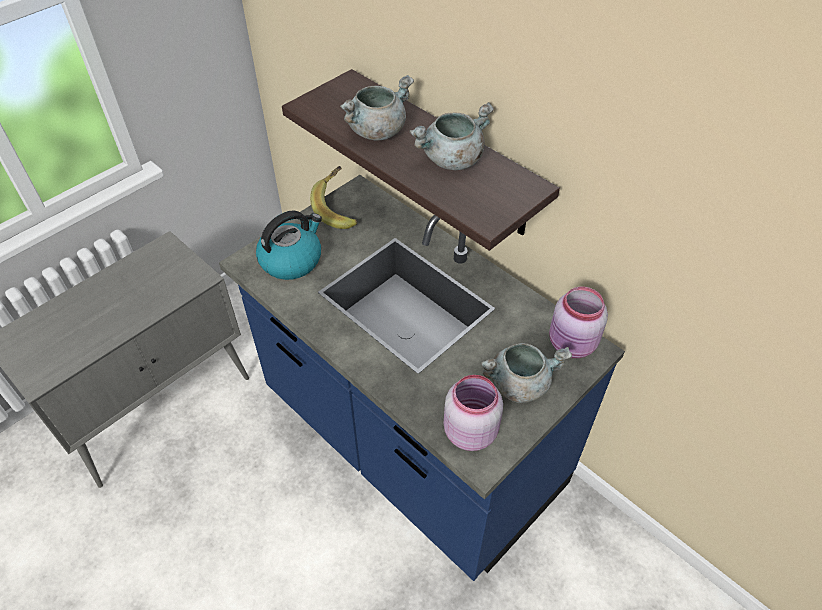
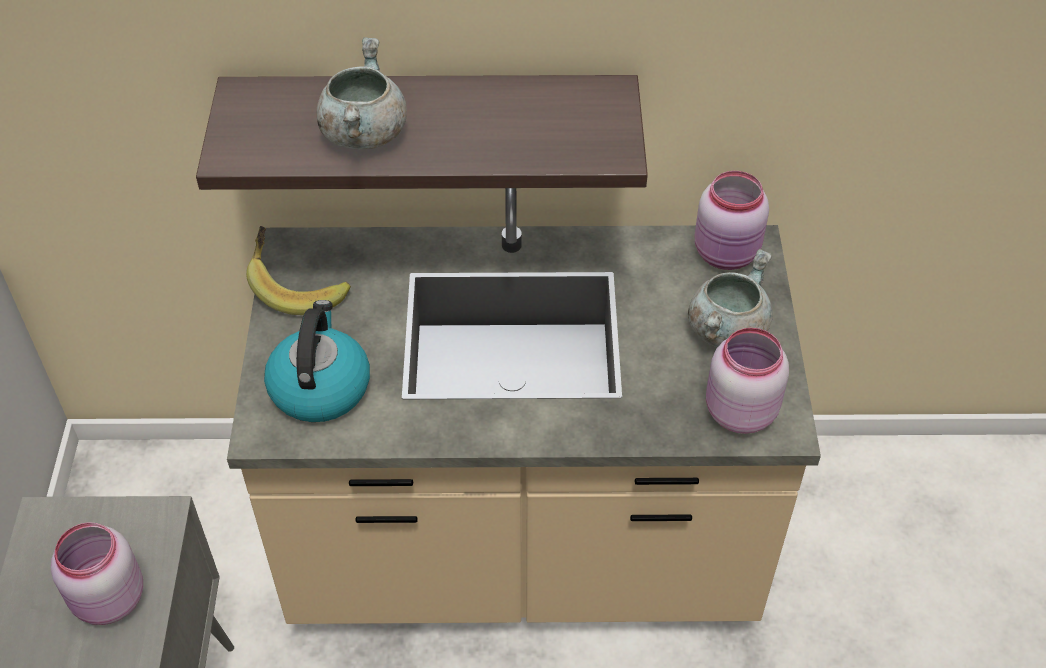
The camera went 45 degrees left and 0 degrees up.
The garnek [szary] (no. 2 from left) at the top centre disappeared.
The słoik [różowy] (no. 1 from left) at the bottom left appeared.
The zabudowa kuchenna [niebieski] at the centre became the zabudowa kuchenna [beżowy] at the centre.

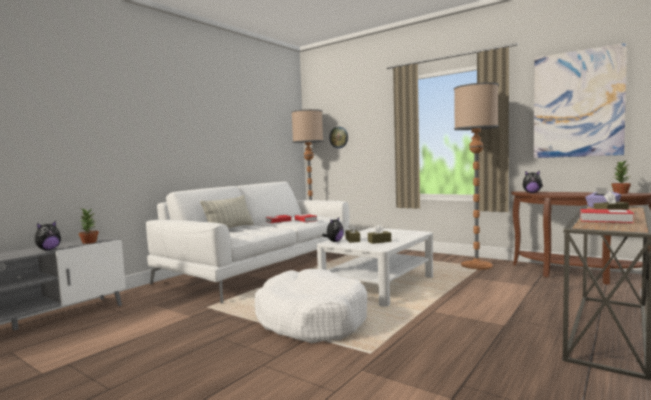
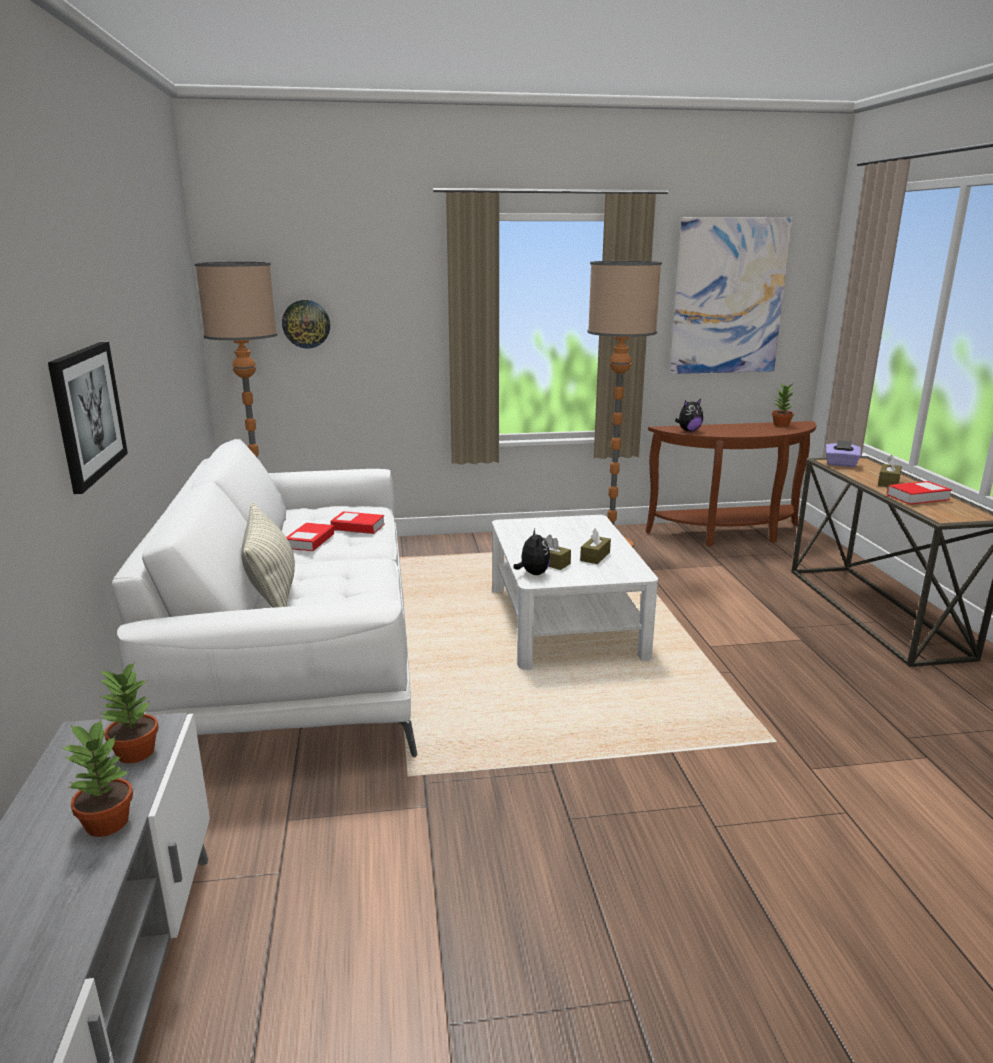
The camera went 45 degrees left and 15 degrees up.
The legowisko [biały] at the bottom centre disappeared.
The obraz (no. 1 from left) at the middle left appeared.
The pluszak (no. 1 from left) at the middle left was replaced by the roślina doniczkowa (no. 1 from left) at the bottom left.

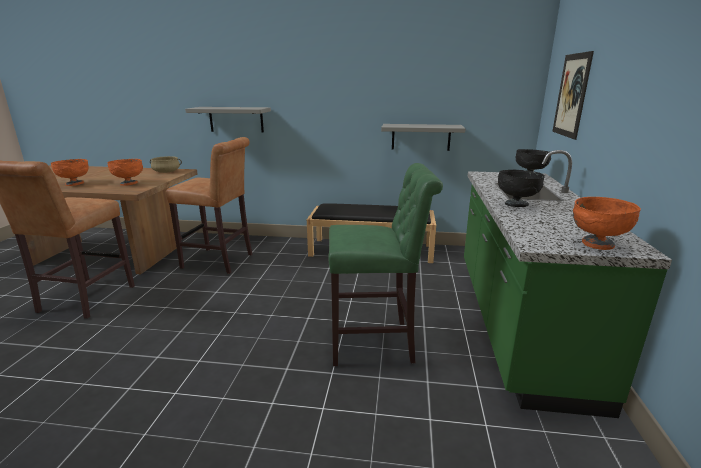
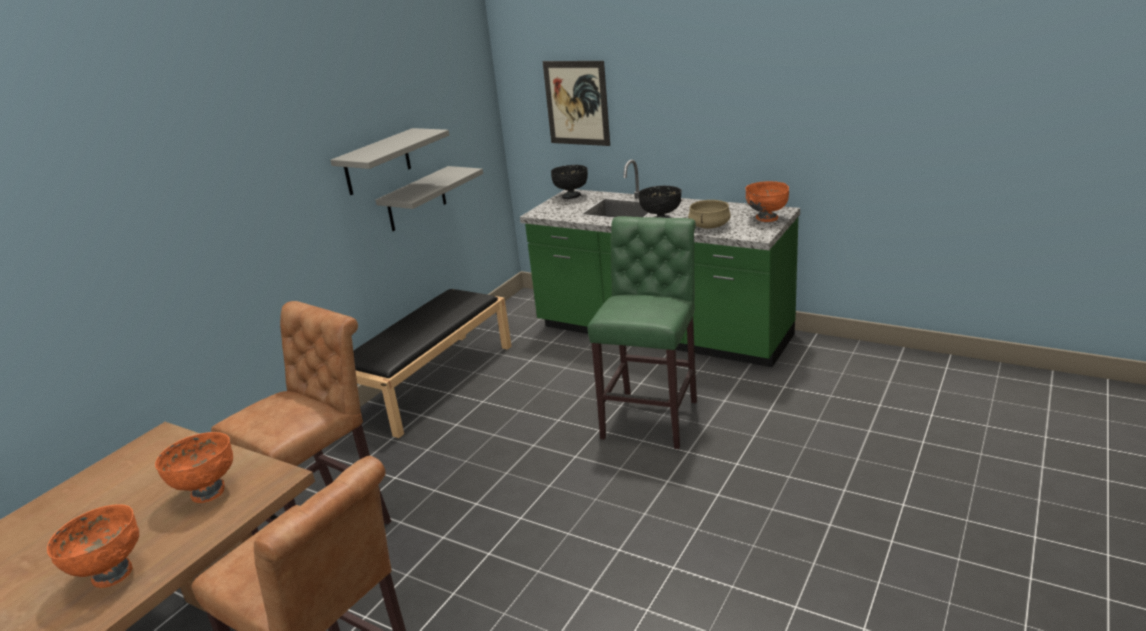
The camera went 65 degrees left and 5 degrees up.
The garnek [beżowy] moved from the middle left to the centre.
The półka [szary] (no. 1 from left) moved from the top left to the top centre.

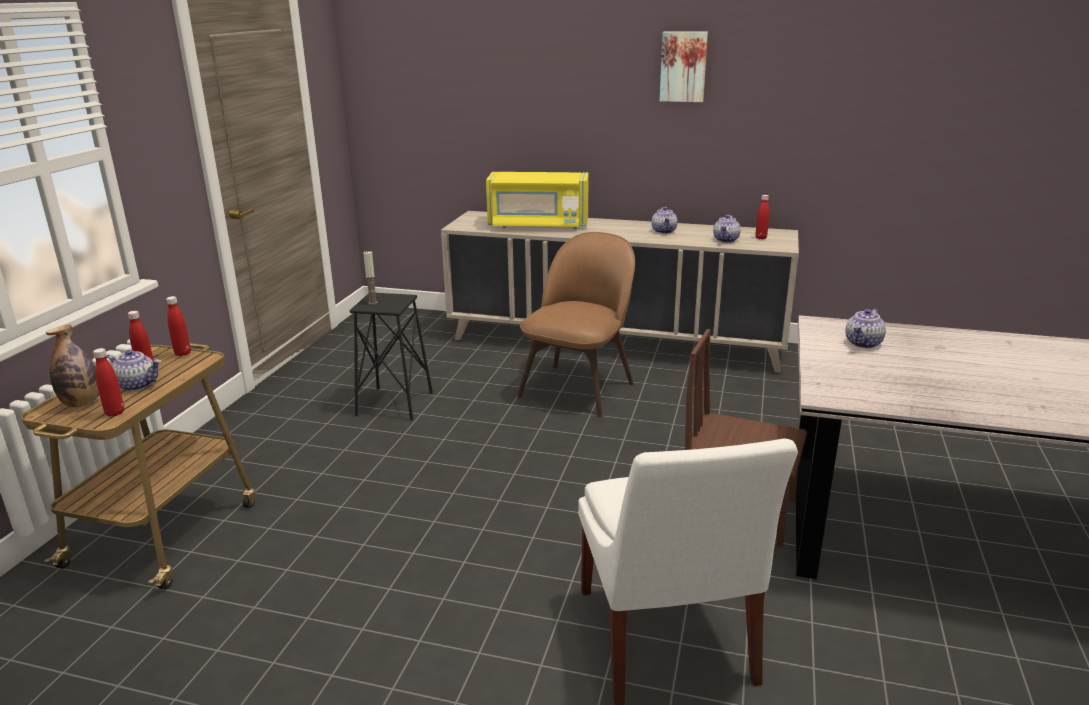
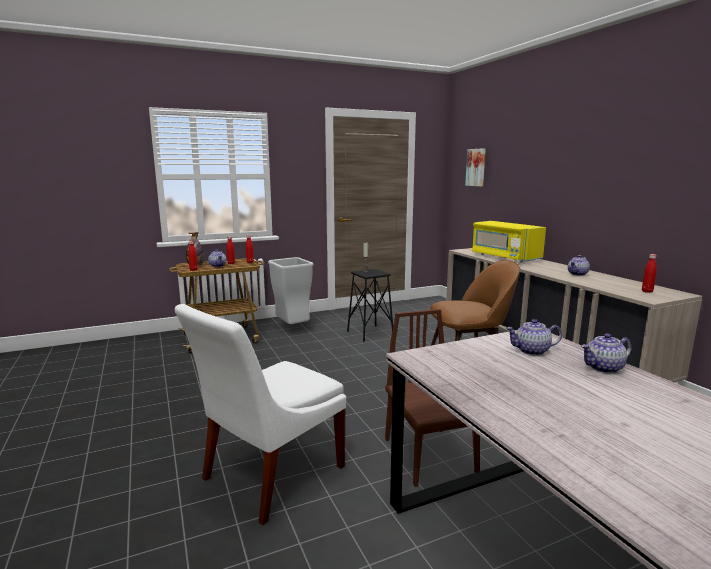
The camera went 50 degrees right and 10 degrees down.
The kosz na śmieci [szary] at the centre appeared.
The obraz moved from the top centre to the top right.
The imbryk (no. 3 from left in the first image) moved from the top right to the middle right.

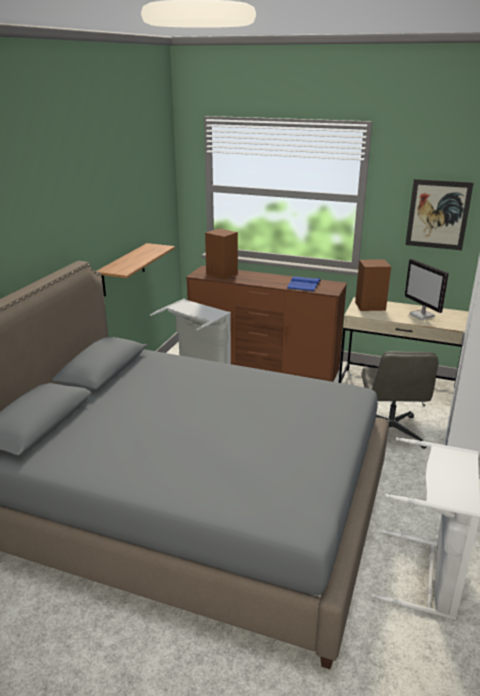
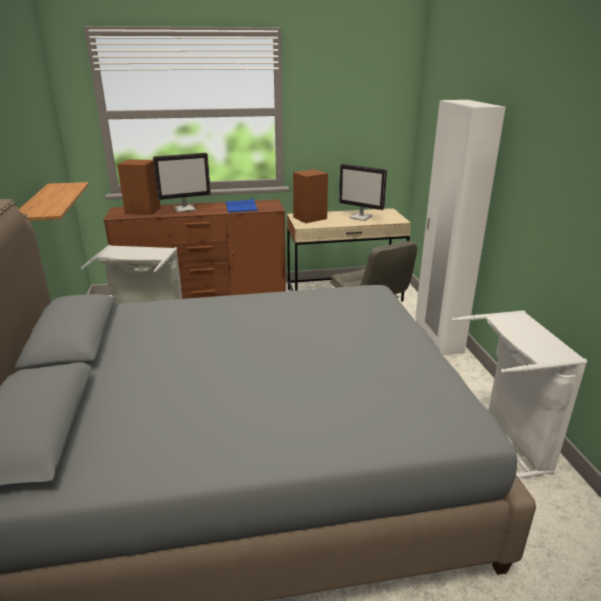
The camera went 30 degrees left and 0 degrees up.
The obraz at the top right disappeared.
The monitor (no. 1 from left) at the top left appeared.

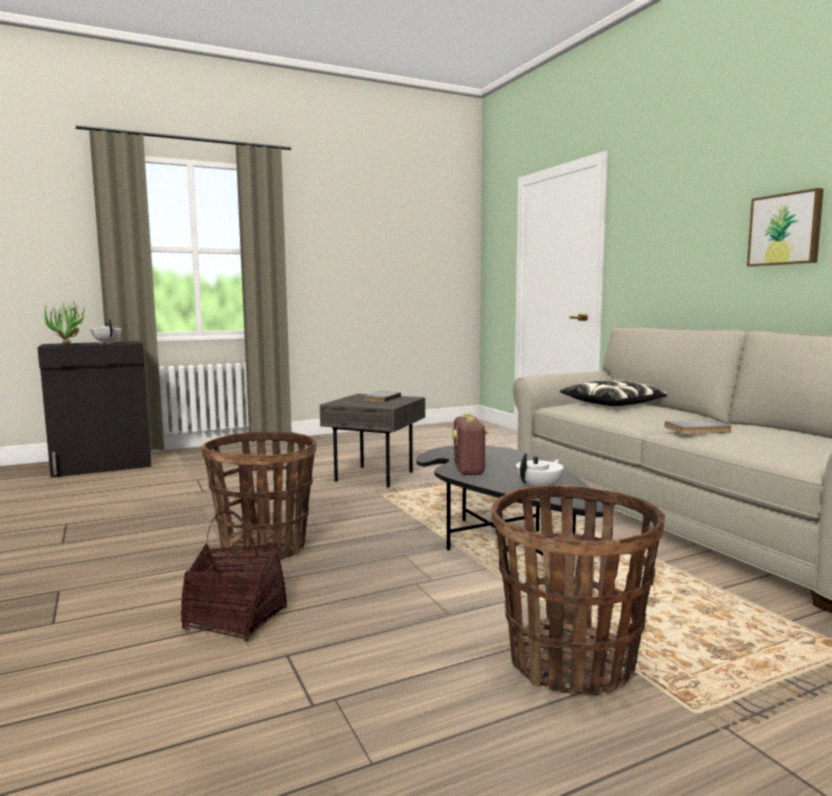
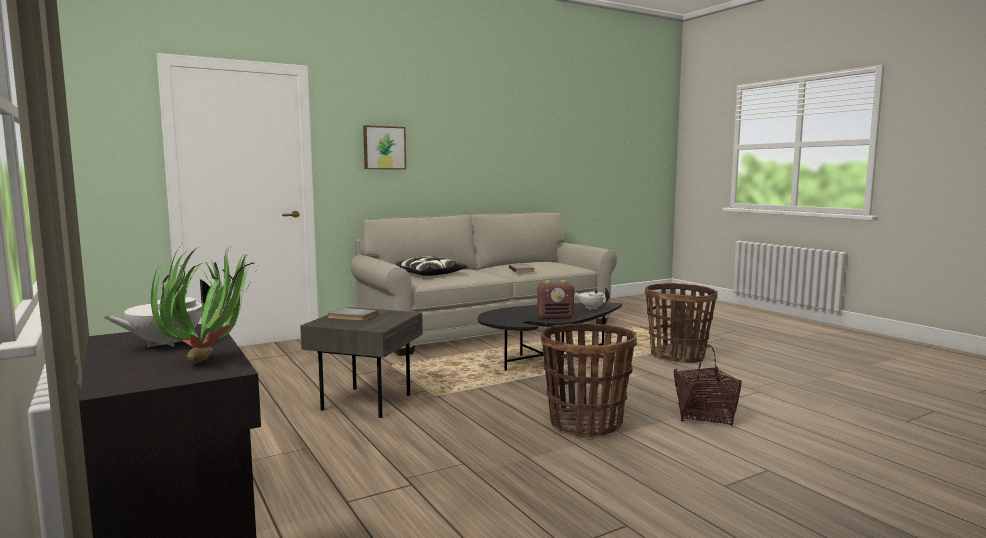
The camera went 95 degrees left and 0 degrees up.
The obraz moved from the top right to the top centre.

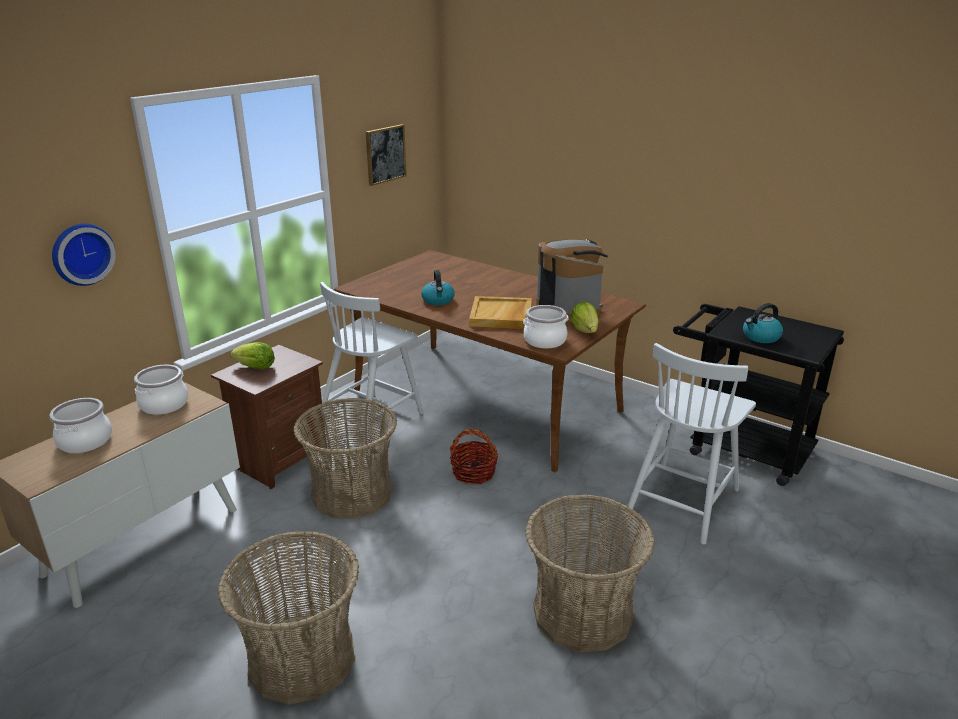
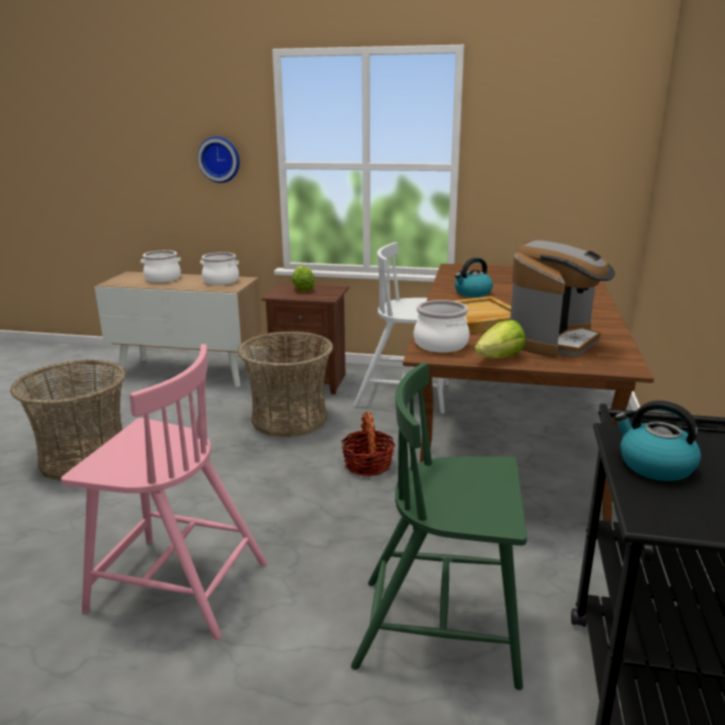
The camera went 65 degrees right and 5 degrees down.
The obraz at the top centre disappeared.
The koszyk (no. 4 from left) at the bottom centre was replaced by the krzesło [różowy] at the bottom left.
The krzesło [biały] (no. 2 from left) at the middle right became the krzesło [zielony] at the bottom centre.

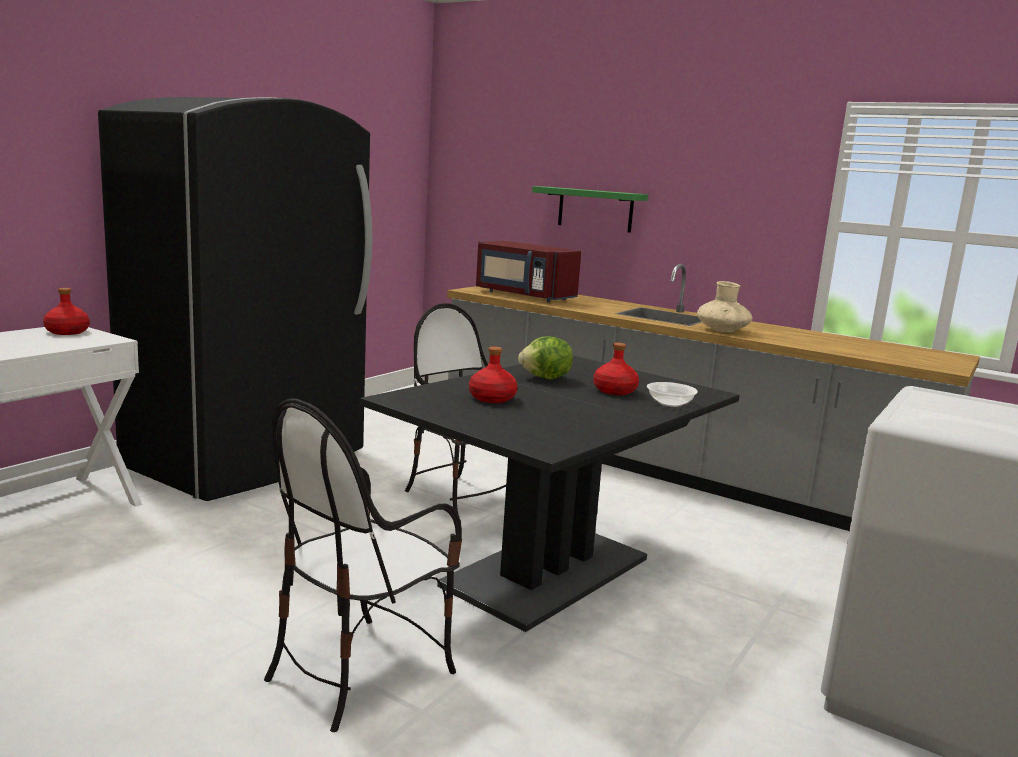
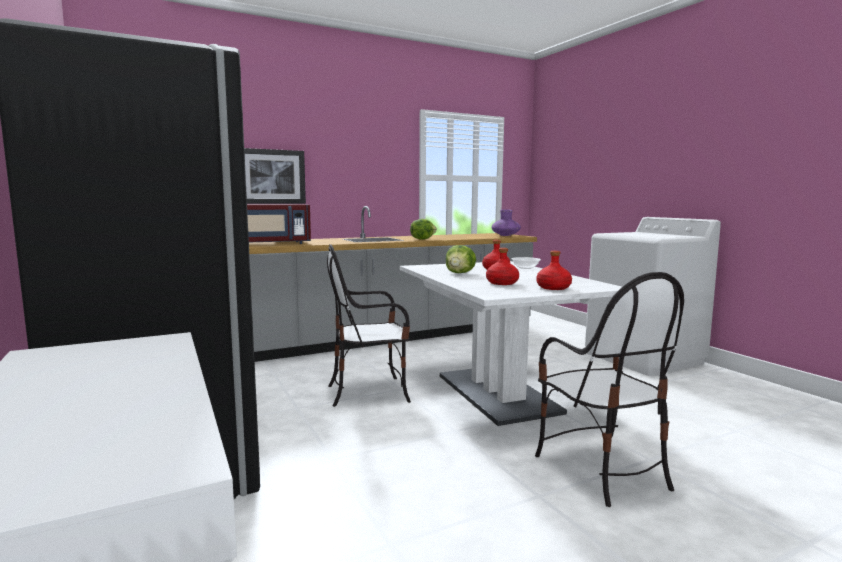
The camera went 60 degrees left and 5 degrees down.
The wazon [fioletowy] at the centre appeared.
The butelka [czerwony] (no. 1 from left in the first image) moved from the middle left to the centre.
The półka [zielony] at the top centre was replaced by the obraz at the top left.
The wazon [beżowy] at the middle right was replaced by the sałata (no. 1 from left) at the centre.
The stół jadalny [czarny] at the centre became the stół jadalny [biały] at the centre.

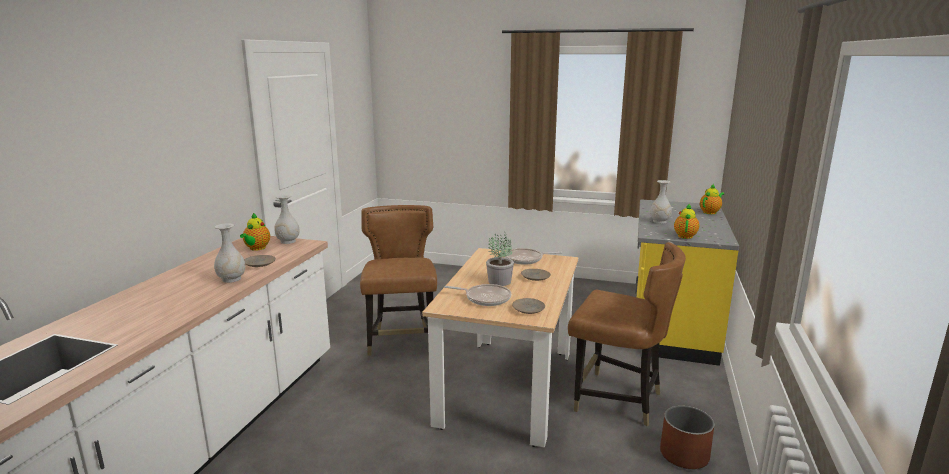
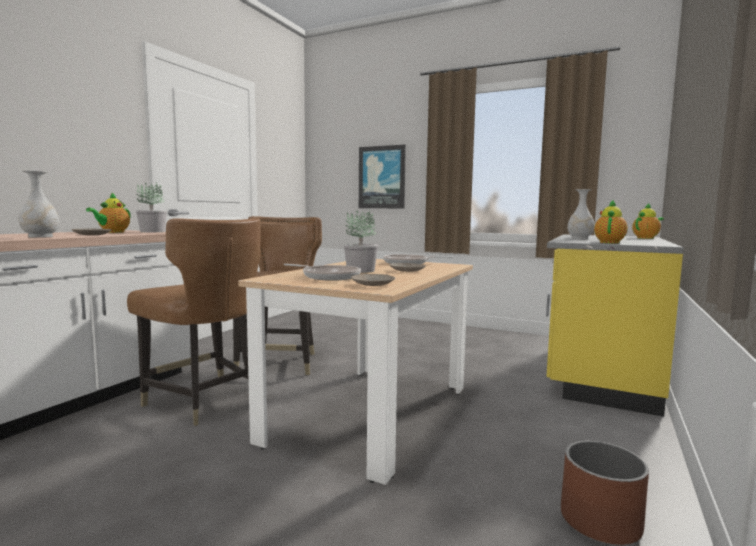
The camera went 10 degrees right and 10 degrees down.
The obraz at the top centre appeared.
The krzesło [brązowy] (no. 2 from left in the first image) moved from the bottom centre to the middle left.
The wazon [biały] (no. 2 from left) at the middle left was replaced by the roślina doniczkowa (no. 1 from left) at the middle left.

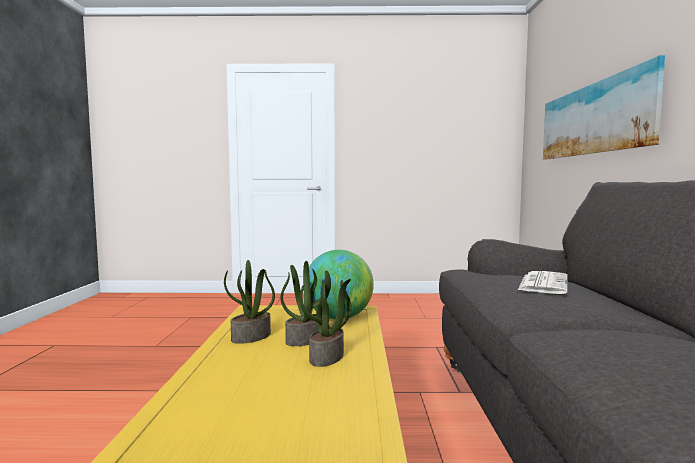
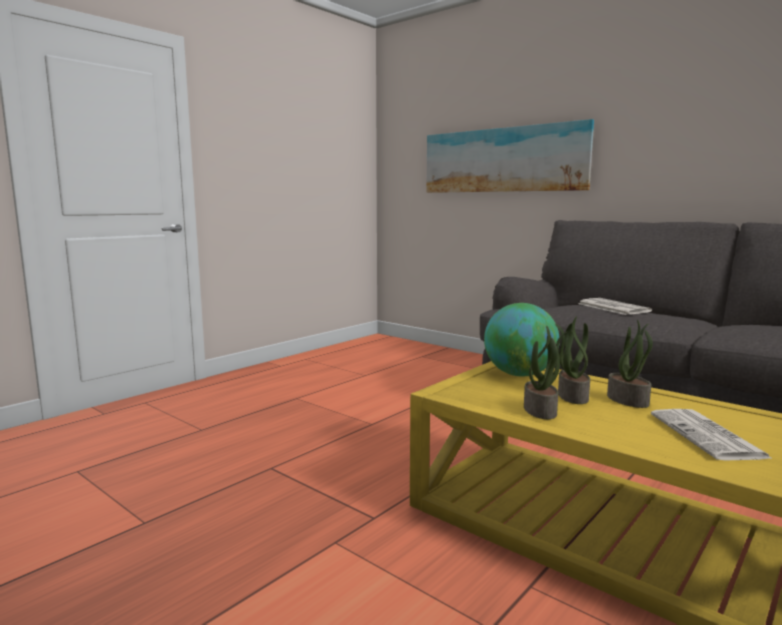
The camera went 50 degrees left and 5 degrees up.
The gazeta (no. 2 from left) at the bottom right appeared.

